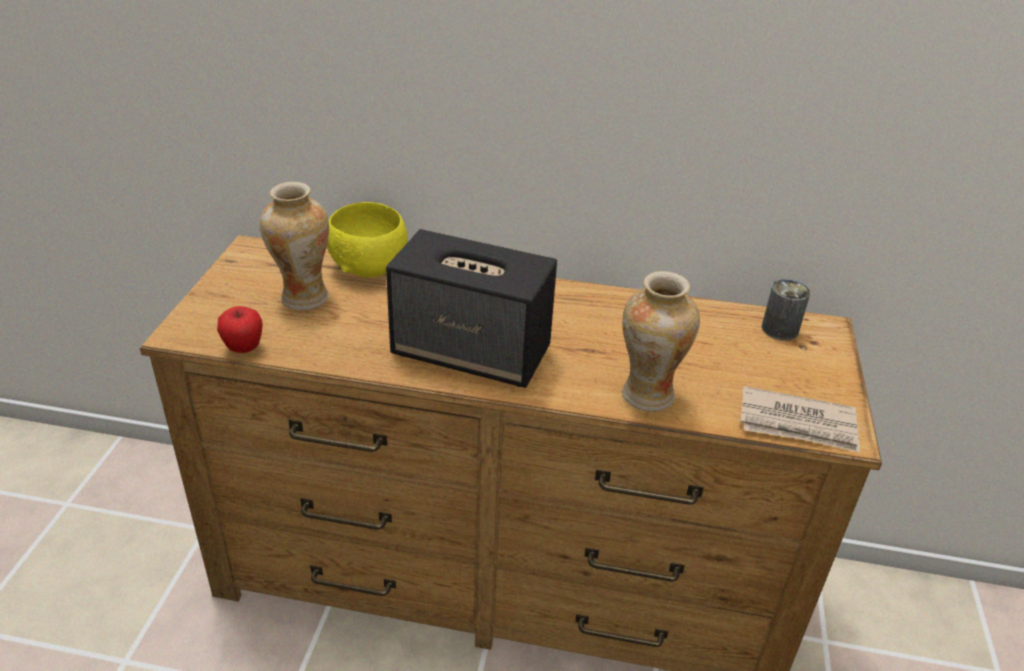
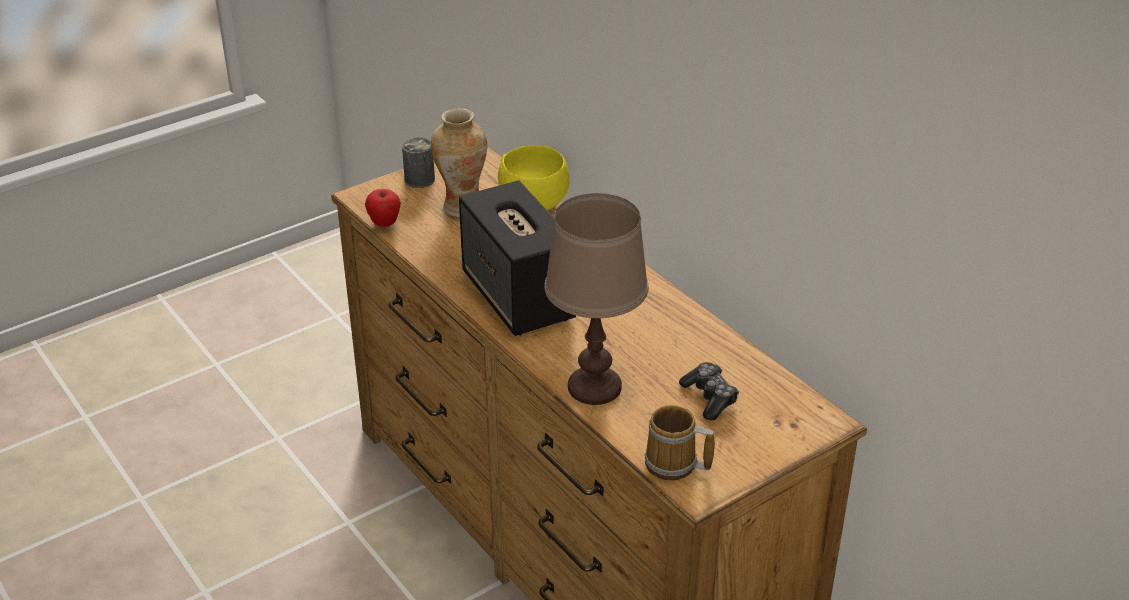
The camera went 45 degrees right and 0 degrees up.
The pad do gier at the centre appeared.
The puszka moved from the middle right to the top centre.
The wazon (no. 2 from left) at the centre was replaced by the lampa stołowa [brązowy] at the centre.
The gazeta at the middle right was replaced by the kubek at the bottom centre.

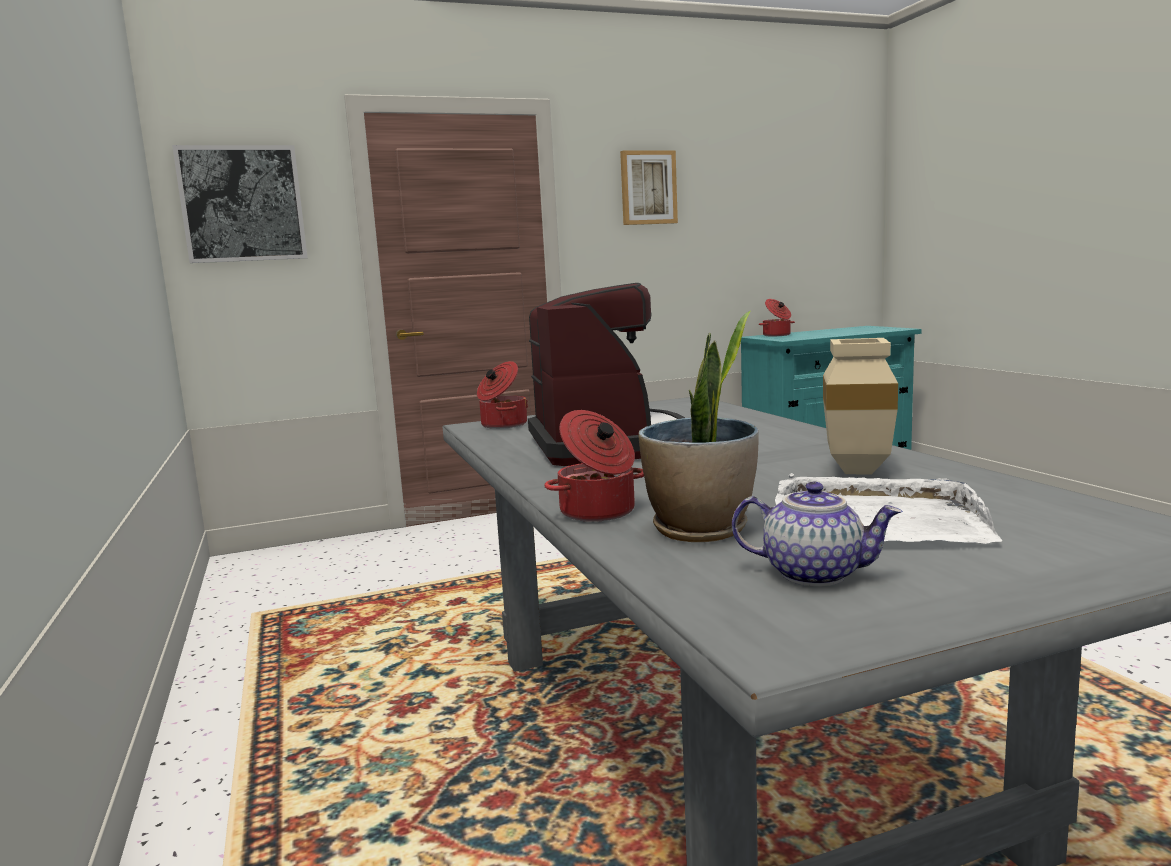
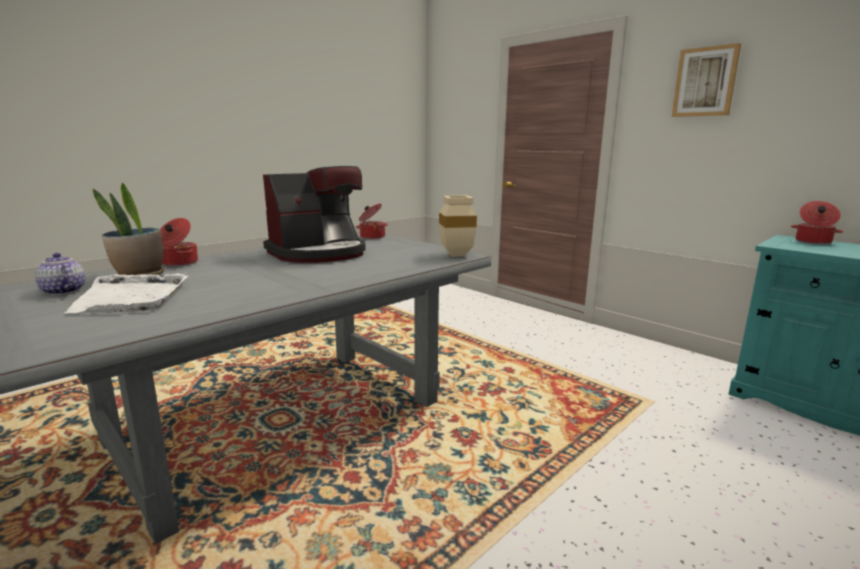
The camera went 65 degrees right and 5 degrees up.
The obraz (no. 1 from left) at the top left disappeared.
The wazon [beżowy] moved from the middle right to the centre.
The imbryk at the middle right turned 135 degrees clockwise.

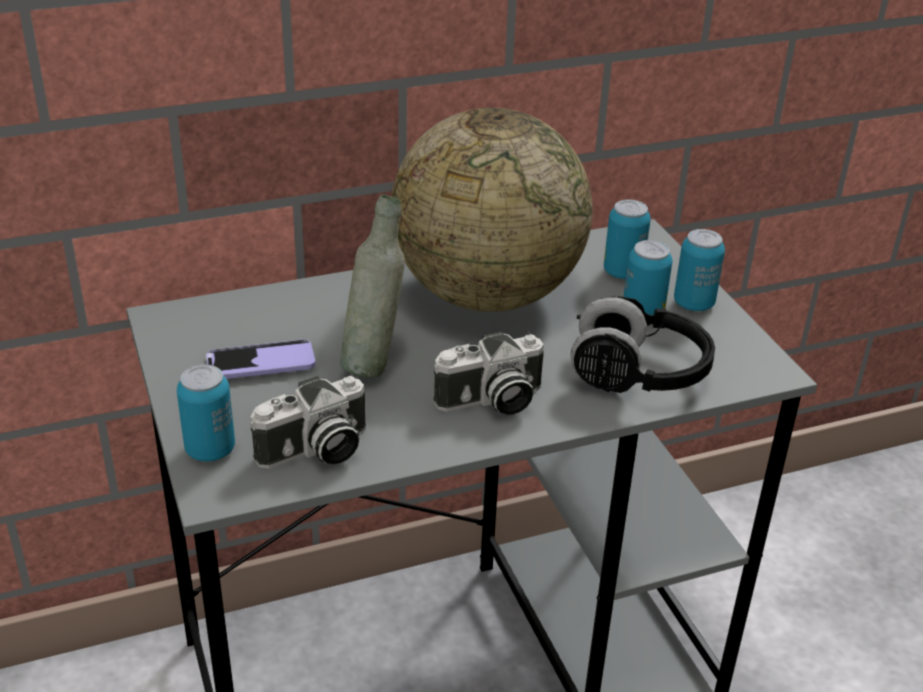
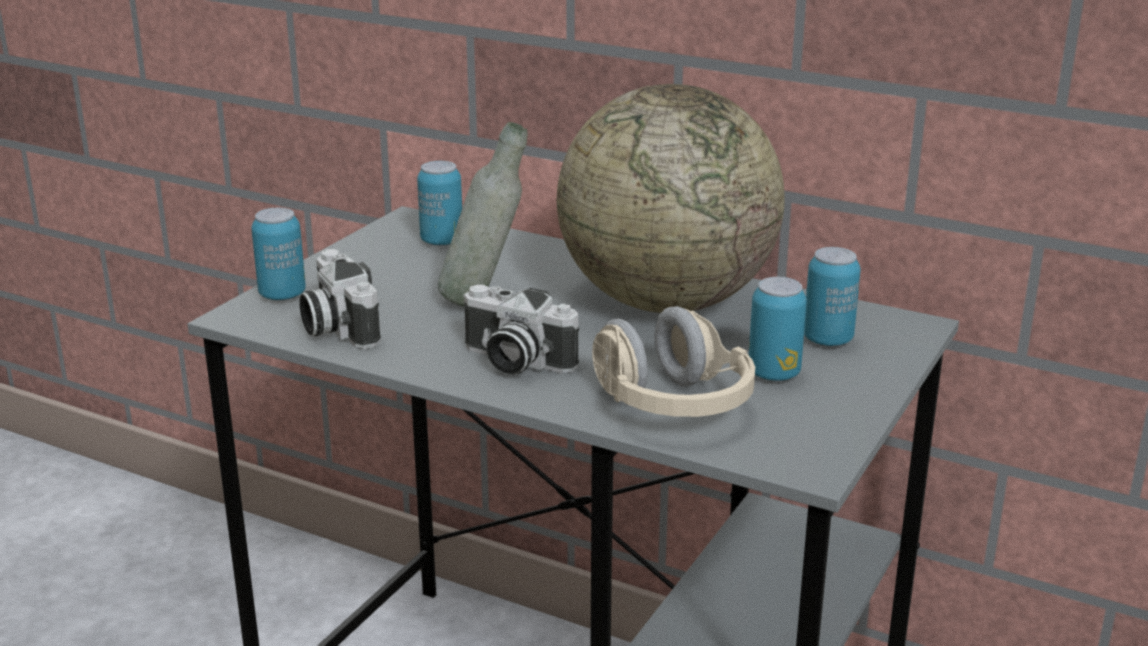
The camera went 50 degrees right and 10 degrees down.
The telefon at the middle left disappeared.
The puszka (no. 4 from left in the first image) moved from the middle right to the top centre.
The słuchawki [czarny] at the middle right became the słuchawki [beżowy] at the centre.
The aparat fotograficzny (no. 1 from left) at the centre turned 45 degrees clockwise.

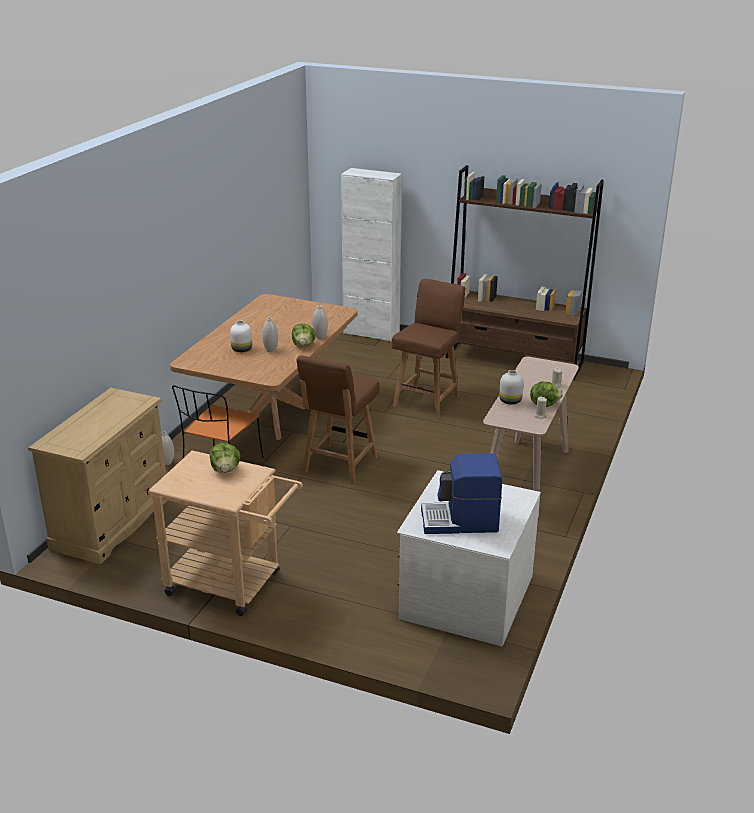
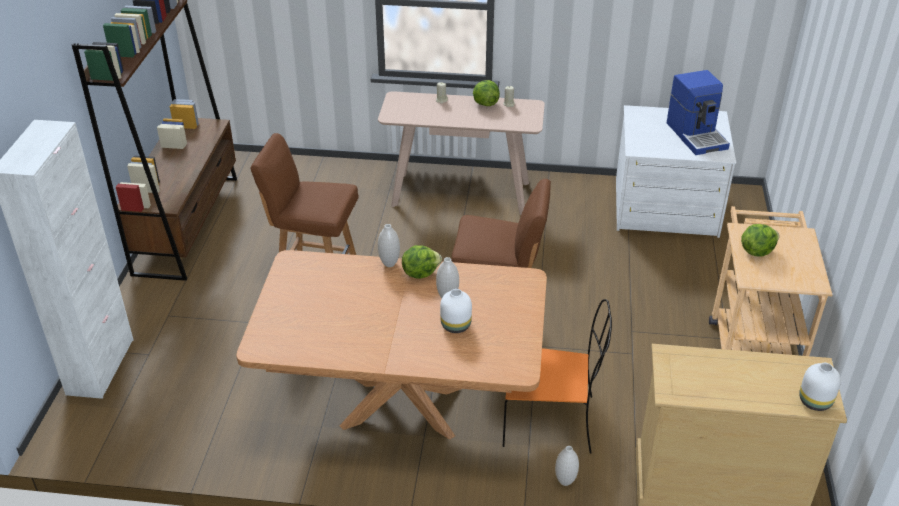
The camera went 105 degrees left and 10 degrees up.
The wazon [biały] (no. 5 from left) moved from the middle right to the bottom right.

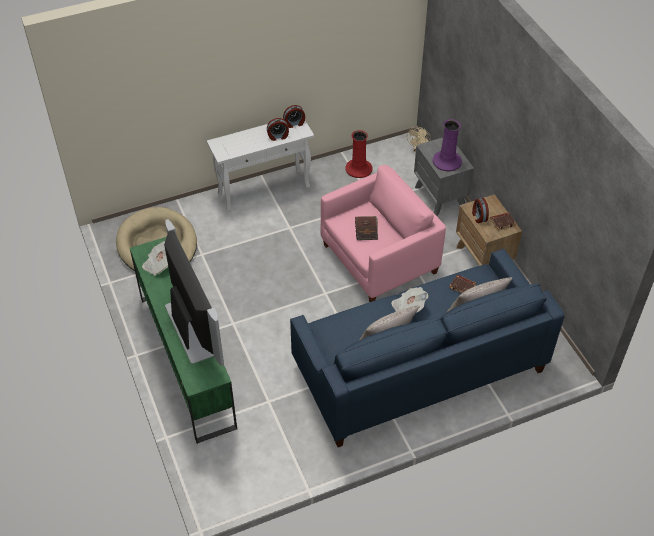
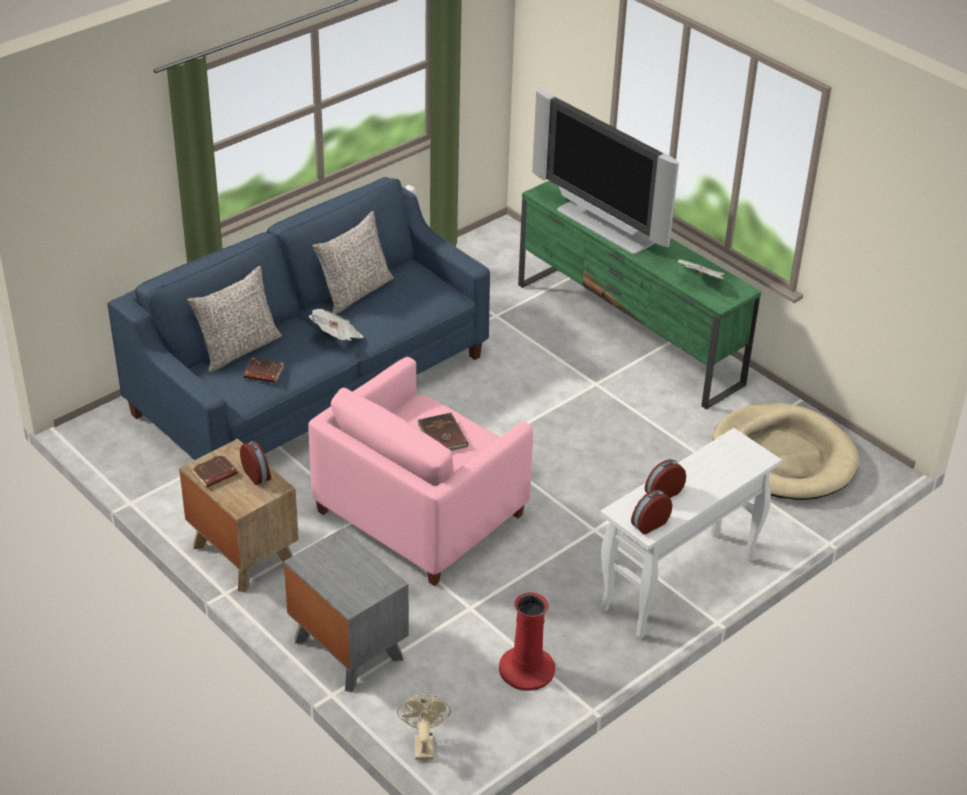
The camera went 160 degrees right and 10 degrees down.
The wazon [fioletowy] at the top right disappeared.

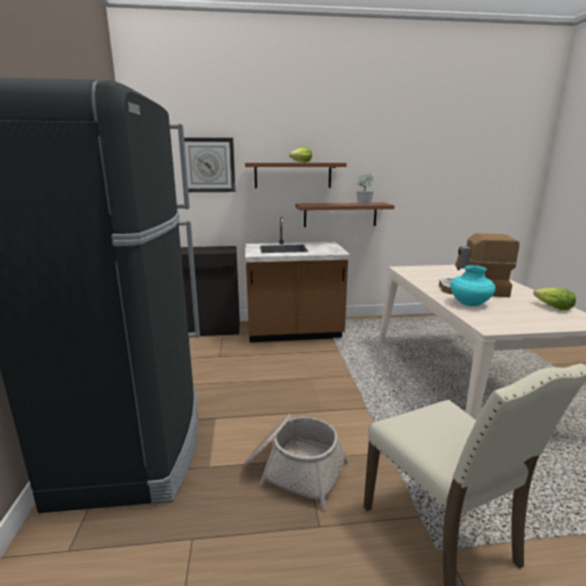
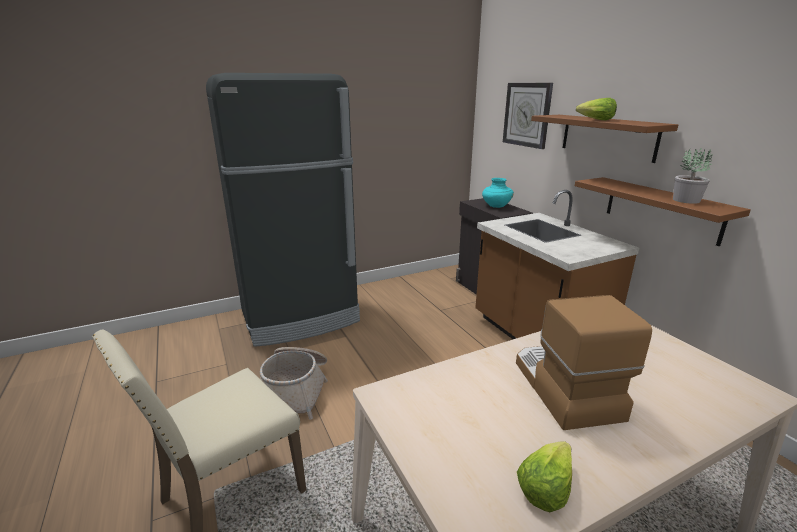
The camera went 70 degrees right and 5 degrees up.
The wazon [turkusowy] moved from the middle right to the centre.

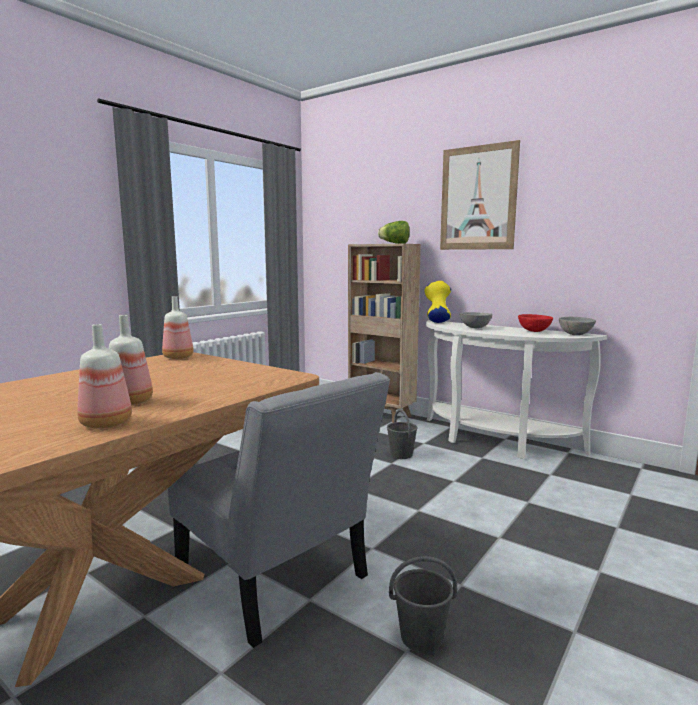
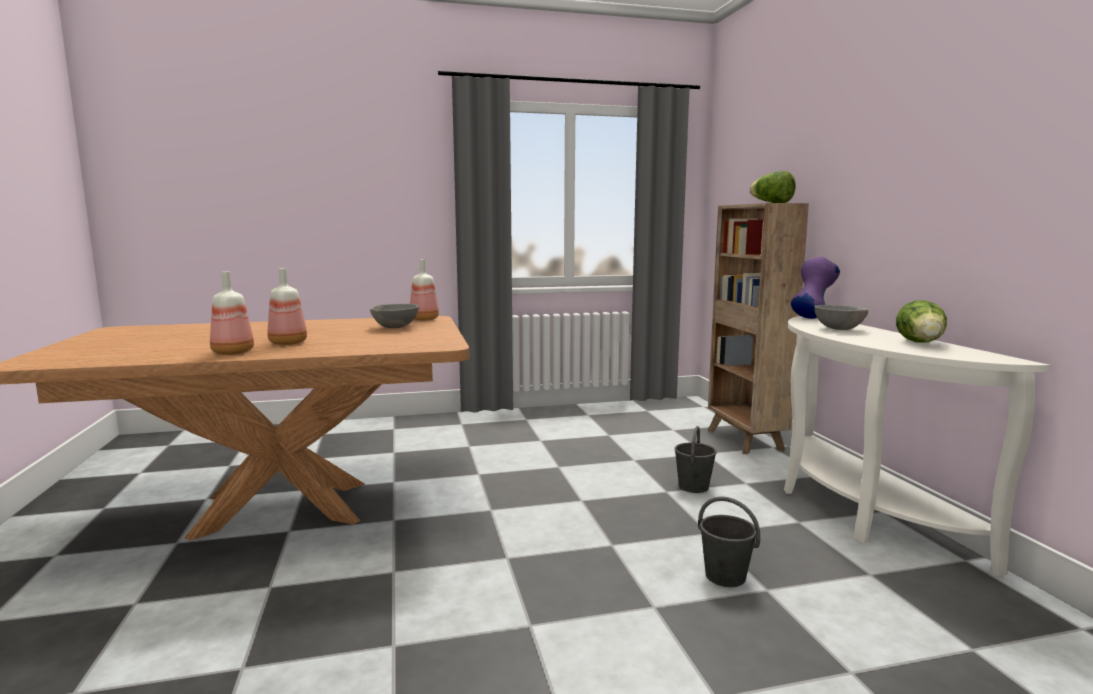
The camera went 40 degrees right and 0 degrees up.
The krzesło [szary] at the bottom centre disappeared.
The obraz at the top right disappeared.
The wiadro [szary] (no. 2 from left) moved from the bottom centre to the bottom right.
The miska [szary] (no. 2 from left in the first image) moved from the middle right to the centre.
The miska [czerwony] at the middle right was replaced by the sałata (no. 2 from left) at the middle right.
The wazon [żółty] at the centre became the wazon [fioletowy] at the middle right.

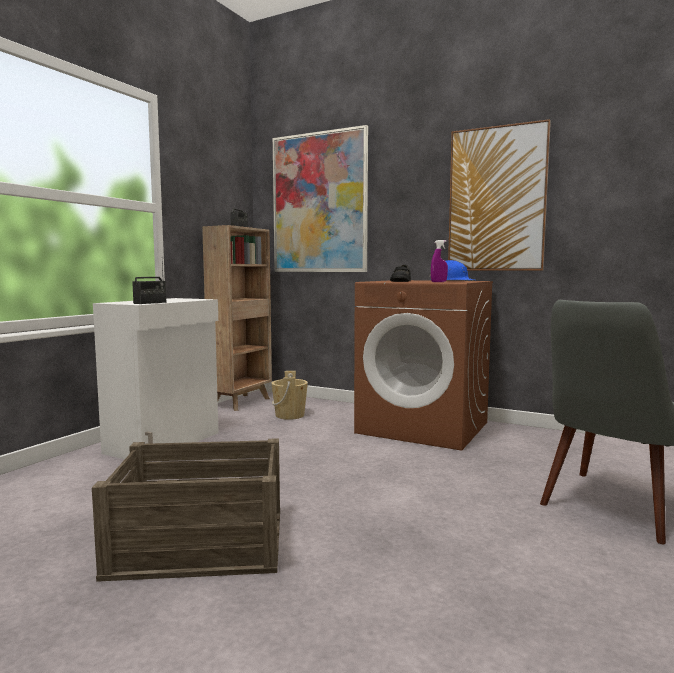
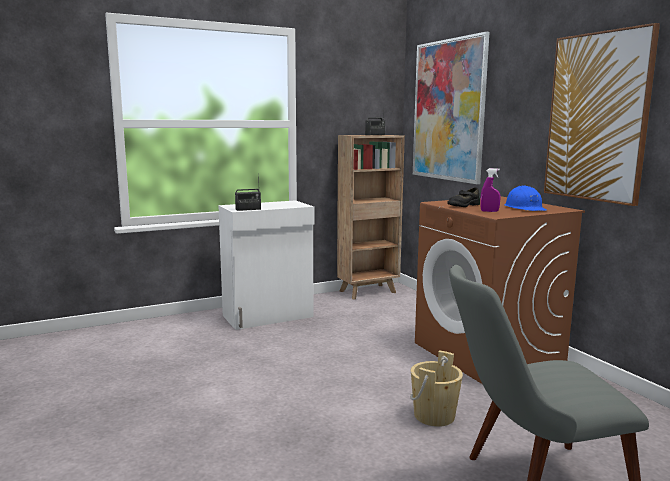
The camera went 35 degrees right and 5 degrees up.
The skrzynka at the bottom left disappeared.
The wiadro [beżowy] moved from the centre to the bottom centre.

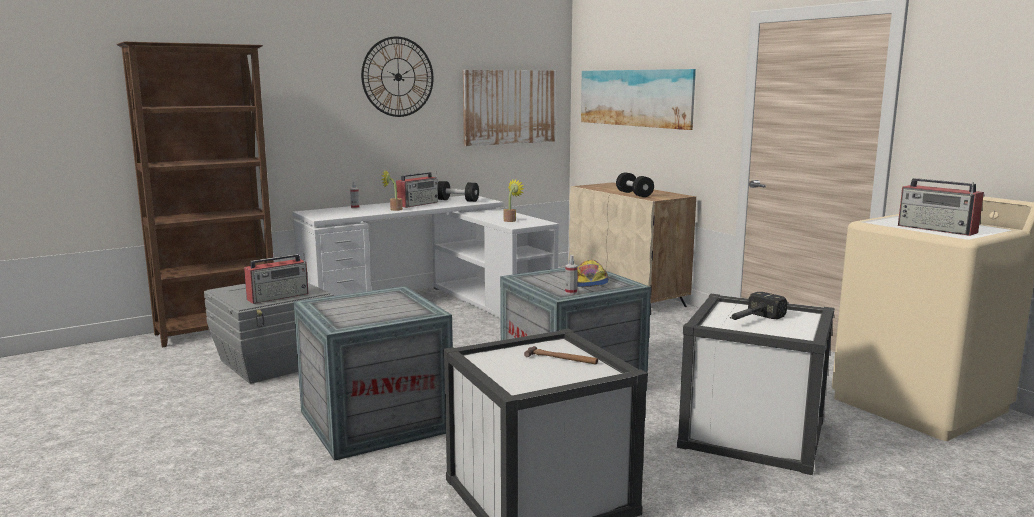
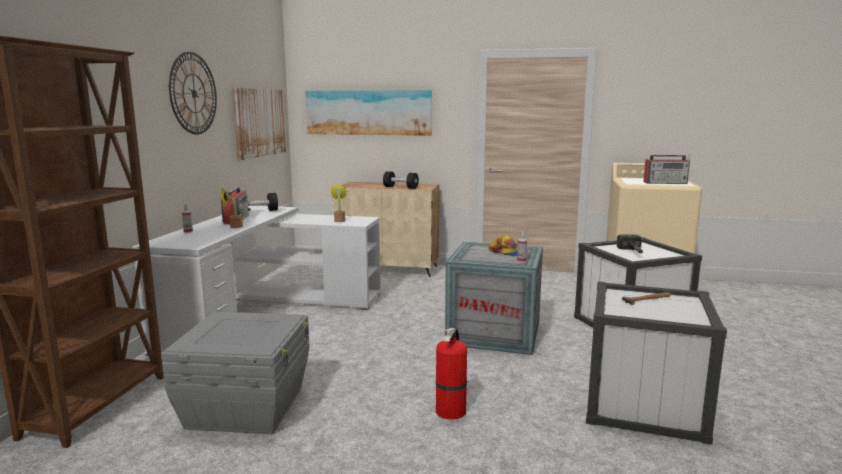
The camera went 45 degrees left and 0 degrees up.
The radio (no. 1 from left) at the middle left disappeared.
The skrzynka (no. 1 from left) at the bottom centre was replaced by the gaśnica at the bottom centre.

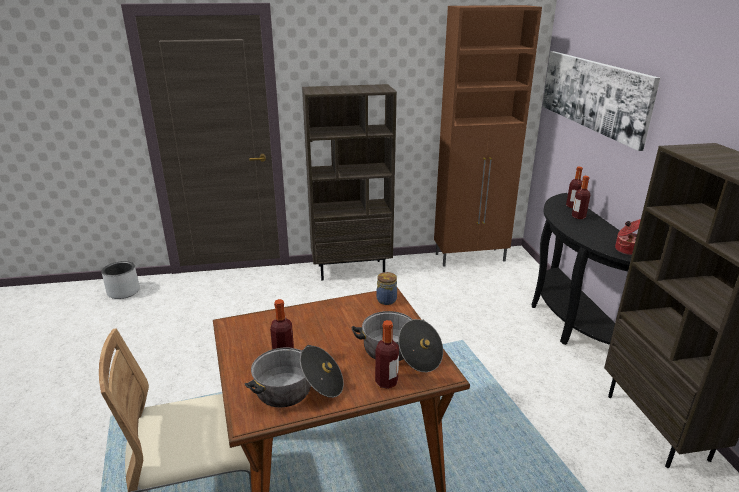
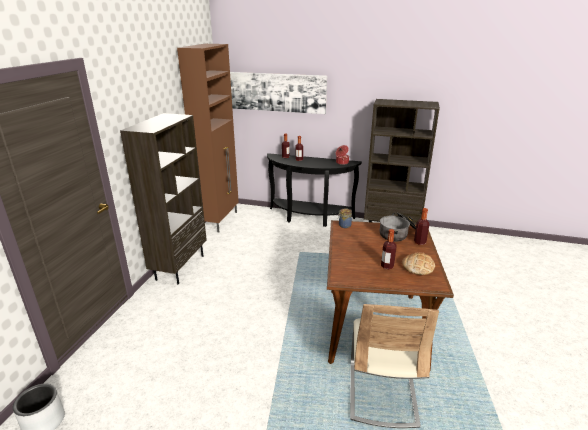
The camera went 65 degrees left and 0 degrees up.
The garnek (no. 1 from left) at the bottom centre was replaced by the chleb at the middle right.

